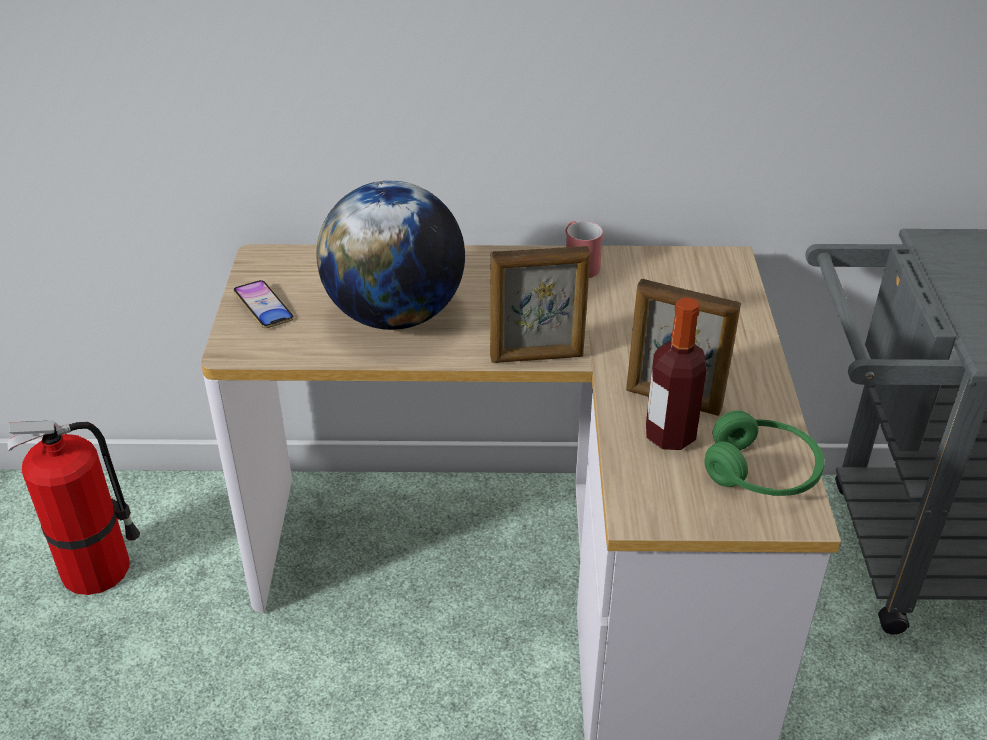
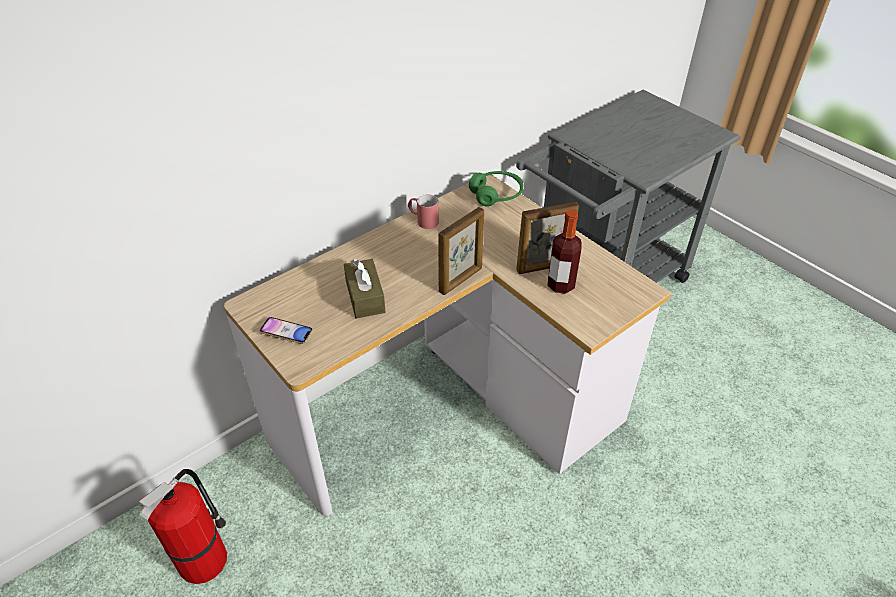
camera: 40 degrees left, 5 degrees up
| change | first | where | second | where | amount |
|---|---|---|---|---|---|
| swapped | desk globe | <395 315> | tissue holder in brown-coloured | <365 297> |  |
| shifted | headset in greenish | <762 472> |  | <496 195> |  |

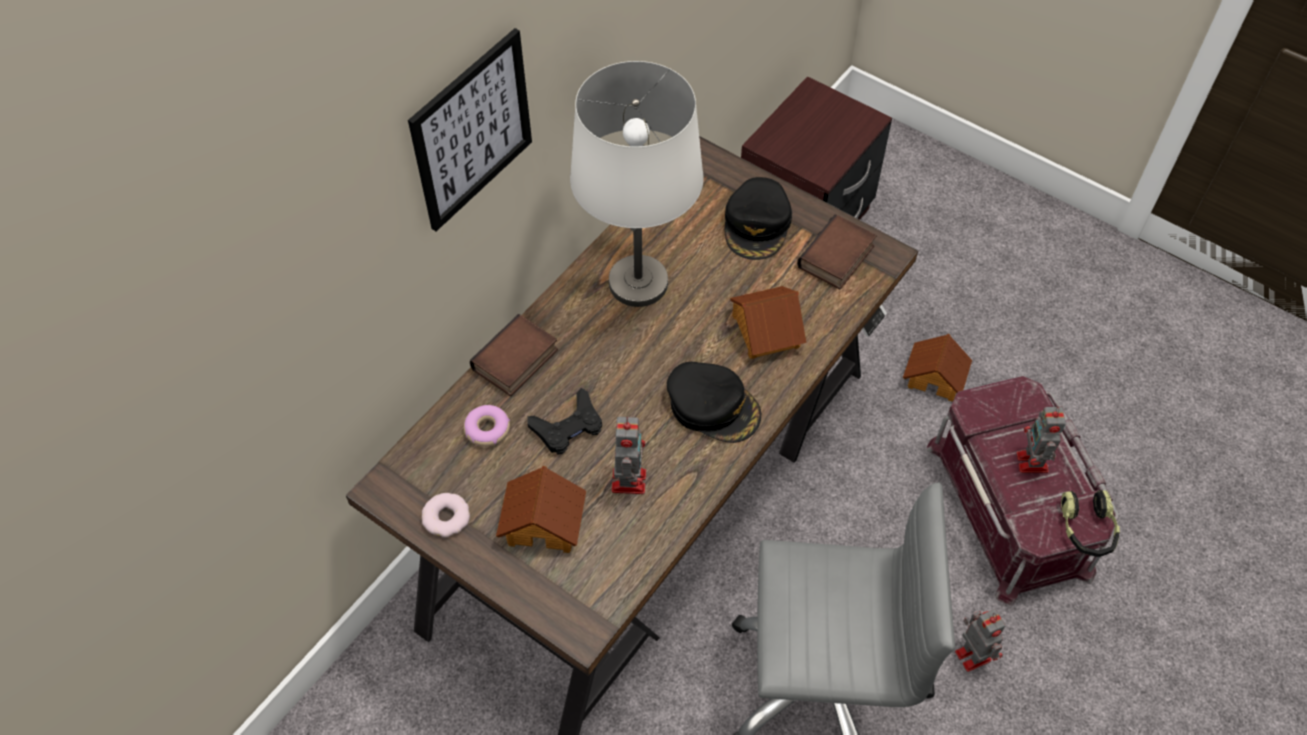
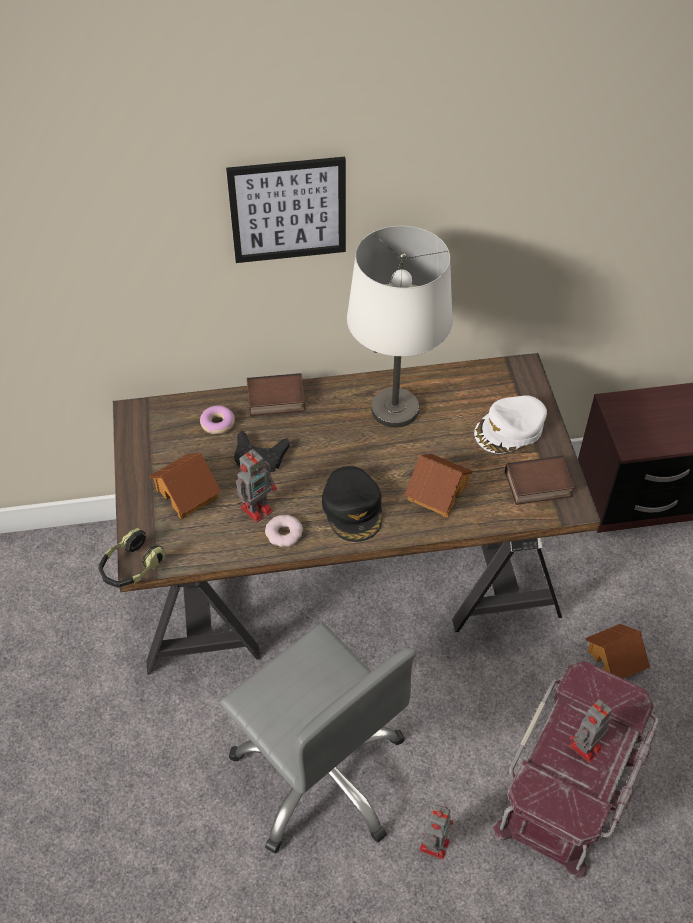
camera: 45 degrees right, 5 degrees down
| change | first | where | second | where | amount |
|---|---|---|---|---|---|
| repainted | peaked cap in blackish | <757 224> | peaked cap in white | <510 429> |  |
| shifted | headset | <1086 529> |  | <131 567> |  |
| shifted | donut | <447 517> |  | <284 533> |  |

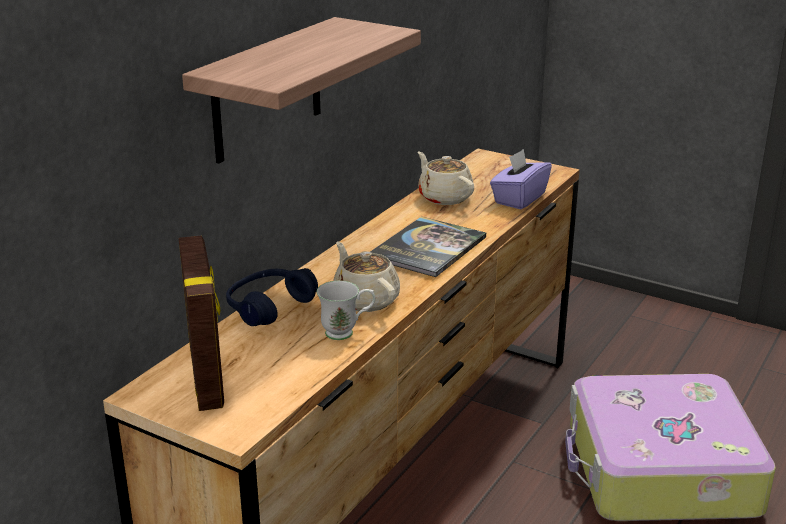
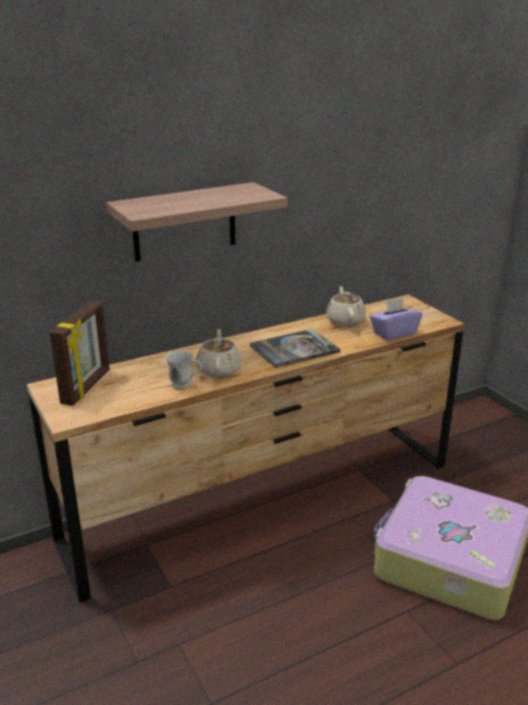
camera: 30 degrees right, 0 degrees up
| change | first | where | second | where | amount |
|---|---|---|---|---|---|
| gone | headset in blue-coloured | <269 307> |  |  |  |

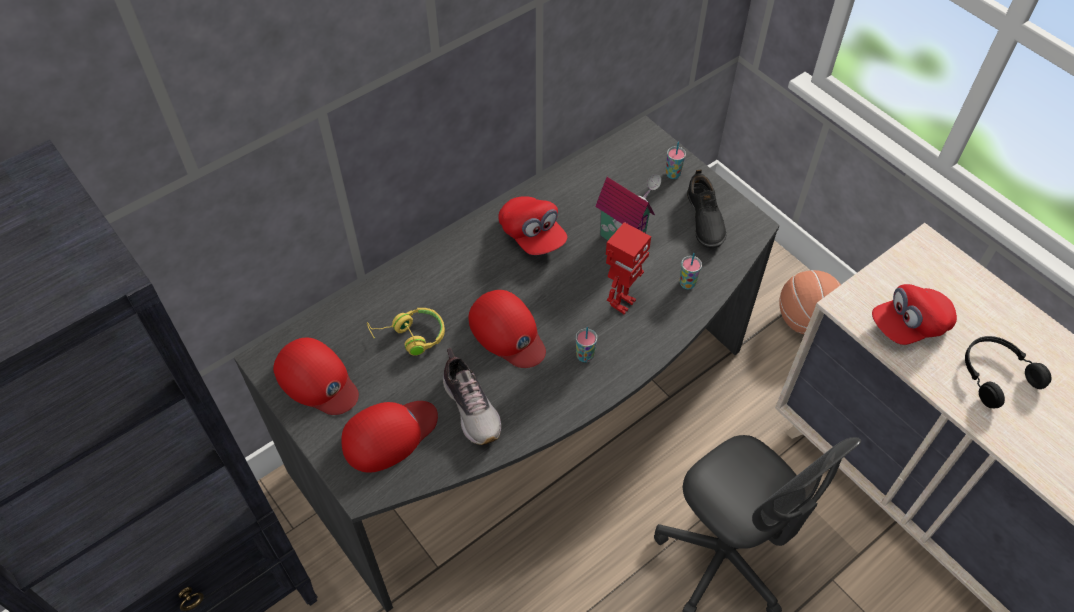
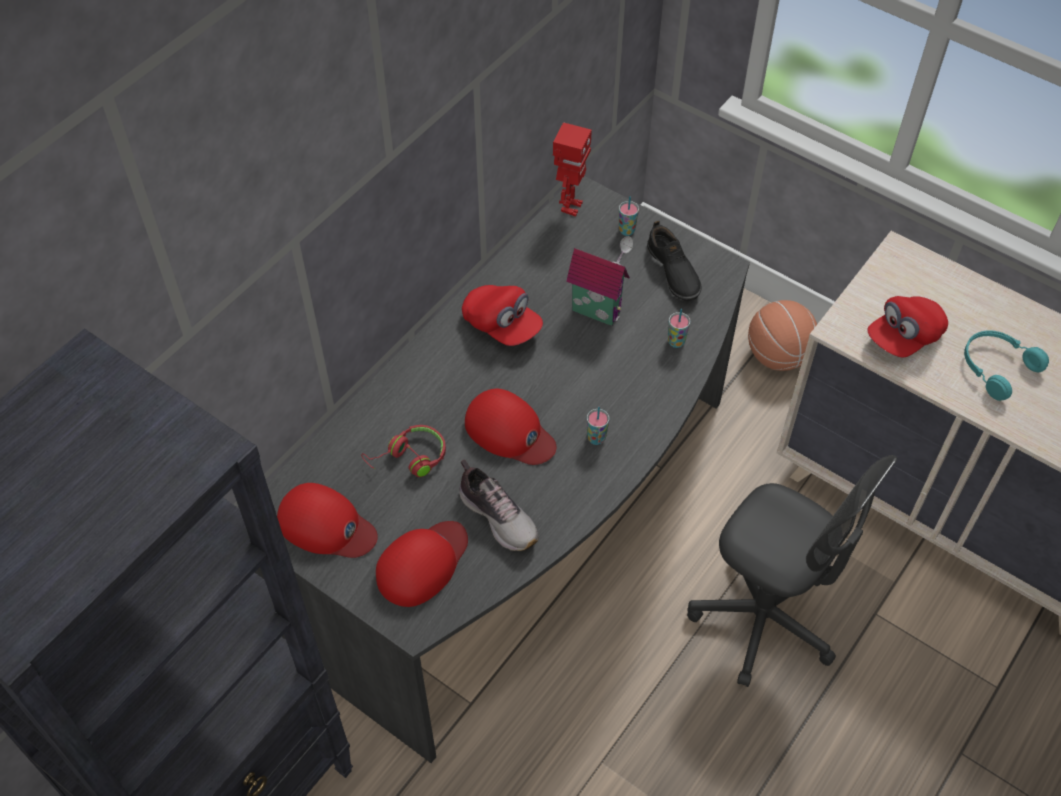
camera: 15 degrees left, 0 degrees up
| change | first | where | second | where | amount |
|---|---|---|---|---|---|
| shifted | model robot | <621 303> |  | <570 207> |  |
| repainted | headset in yellow | <410 336> | headset in reddish | <409 458> |  |
| repainted | headset in blackish | <995 374> | headset in turquoise-coloured | <995 367> |  |

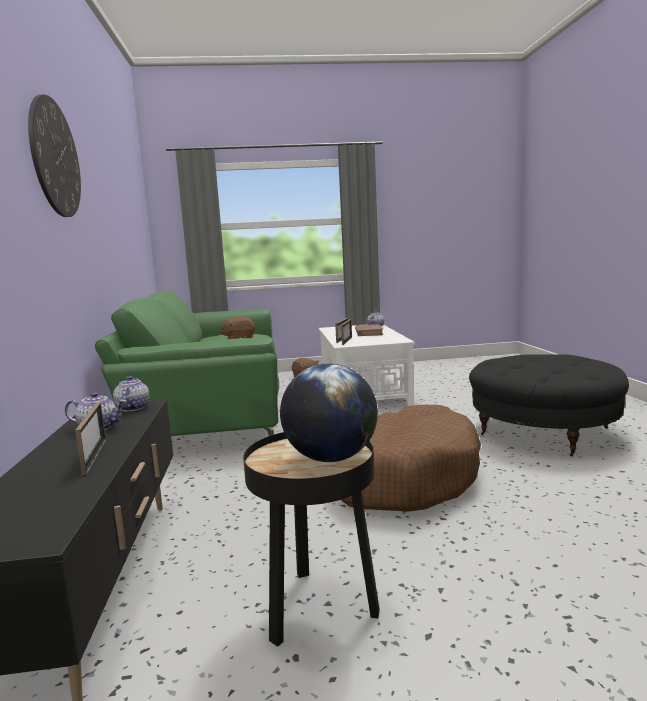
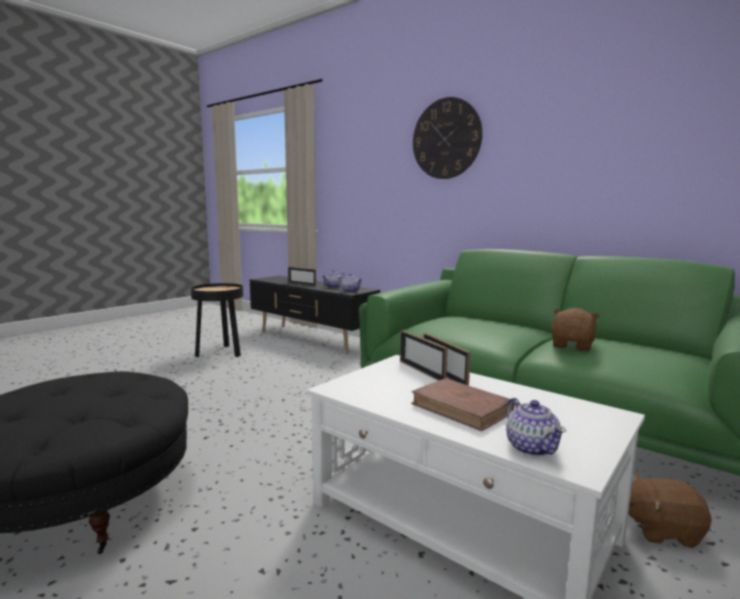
camera: 135 degrees right, 0 degrees up
| change | first | where | second | where | amount |
|---|---|---|---|---|---|
| gone | desk globe | <331 458> |  |  |  |
| gone | pet bed in brown-coloured | <403 476> |  |  |  |

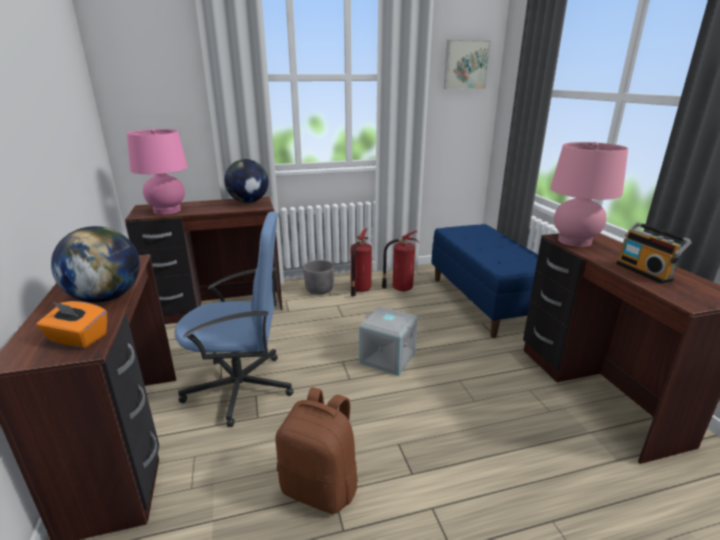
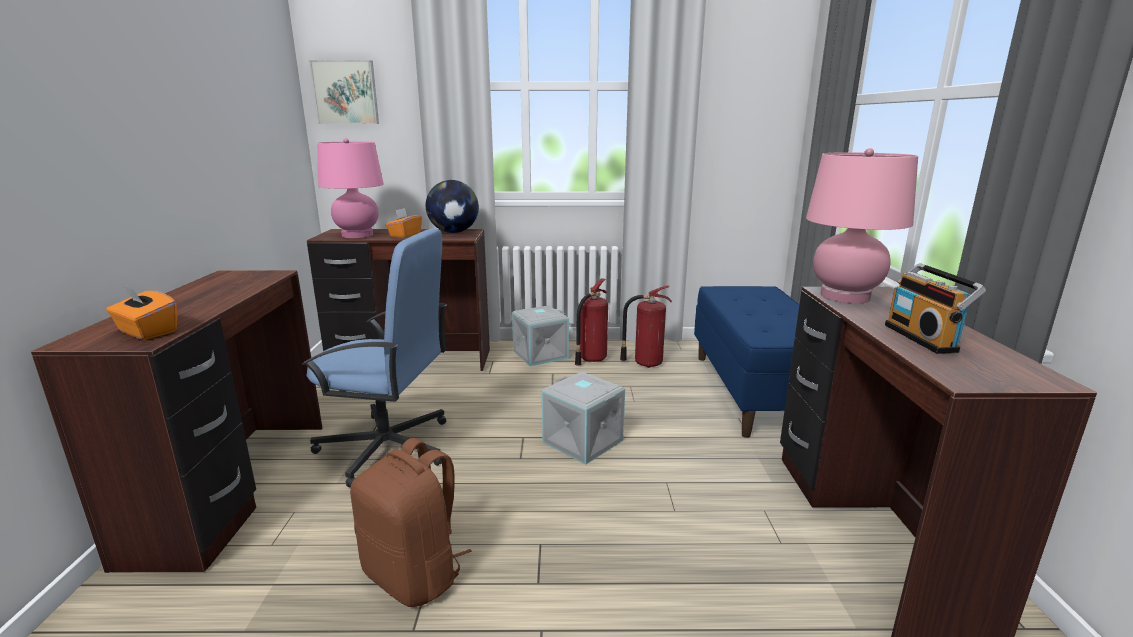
camera: 15 degrees right, 5 degrees down
| change | first | where | second | where | amount |
|---|---|---|---|---|---|
| shifted | wall picture | <465 65> |  | <346 92> |  |
| gone | desk globe | <106 297> |  |  |  |
| swapped | planter in gray | <319 290> | storage container in gray | <540 354> |  |
| new |  |  | tissue holder in orangey | <405 235> |  |

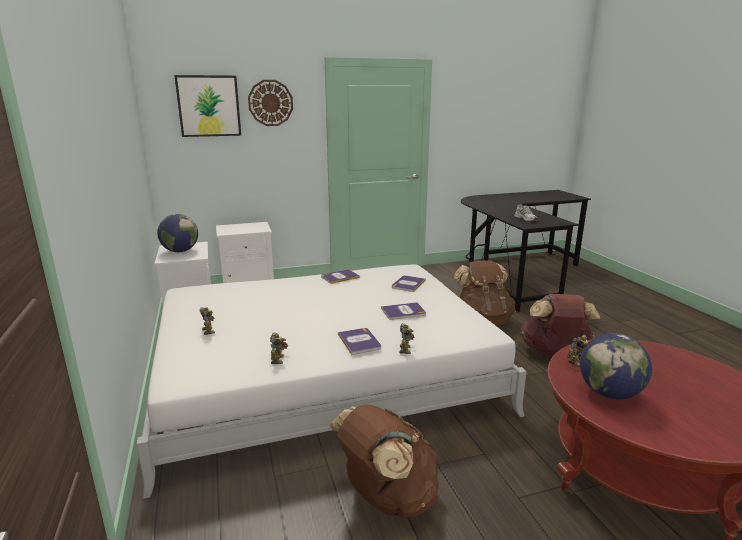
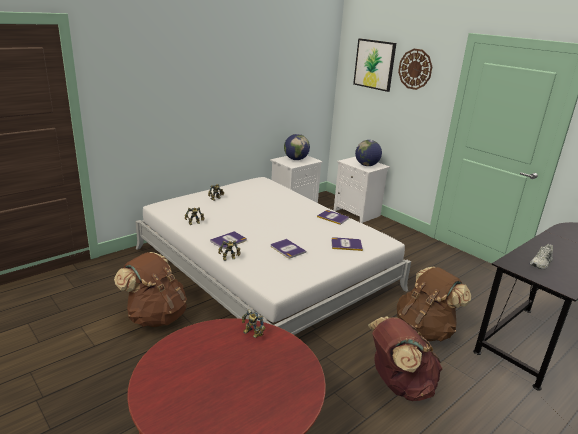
camera: 65 degrees right, 5 degrees up
| change | first | where | second | where | amount |
|---|---|---|---|---|---|
| shifted | desk globe | <609 393> |  | <367 165> |  |

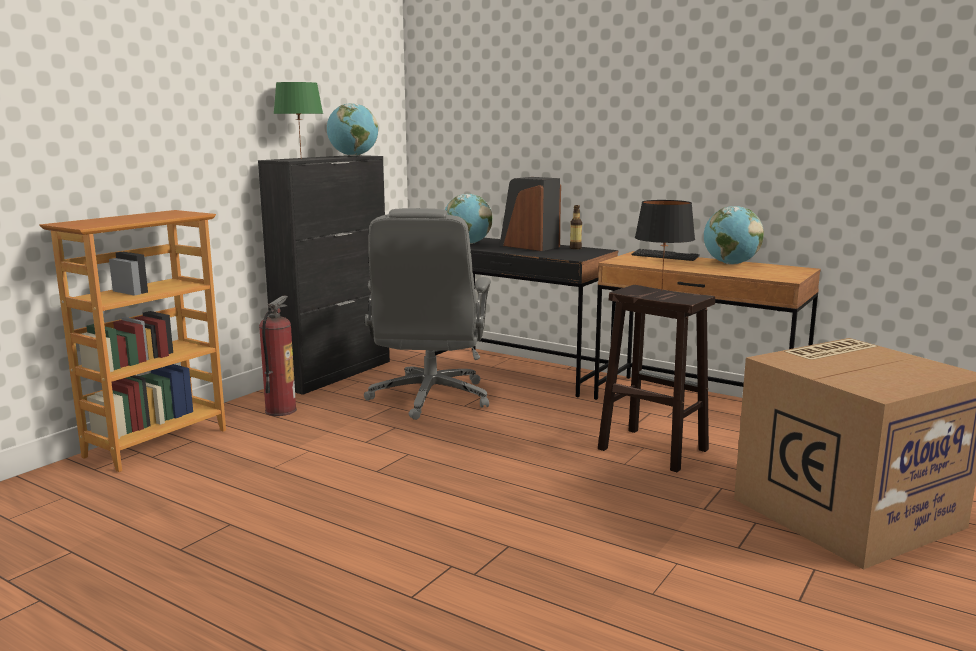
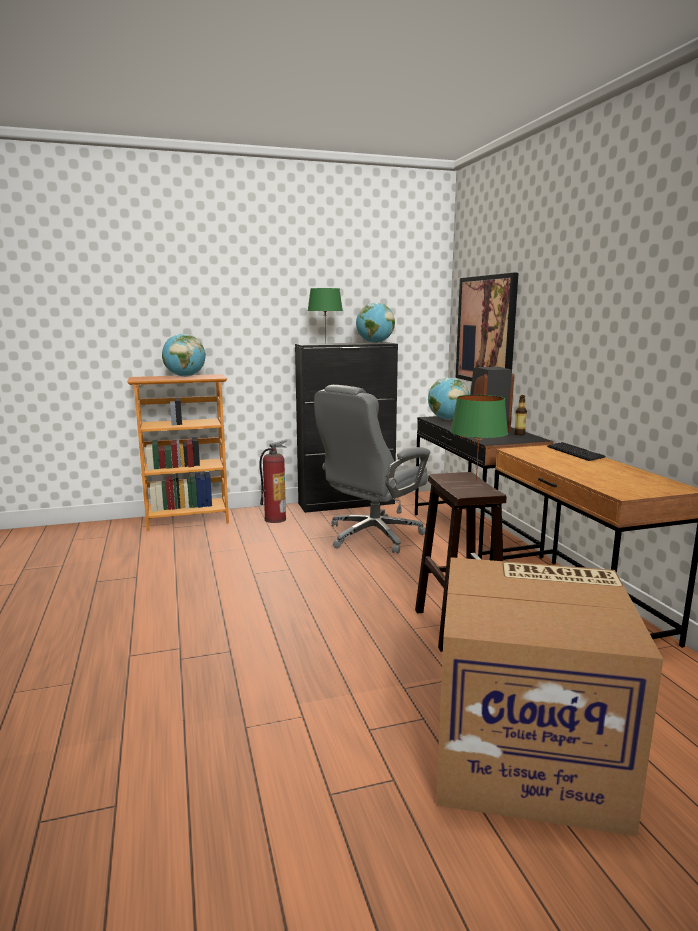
camera: 40 degrees right, 0 degrees up
| change | first | where | second | where | amount |
|---|---|---|---|---|---|
| repainted | table lamp in blackish | <661 291> | table lamp in greenish | <475 481> |  |
| shifted | desk globe | <730 264> |  | <185 376> |  |
| new |  |  | wall picture | <486 330> |  |

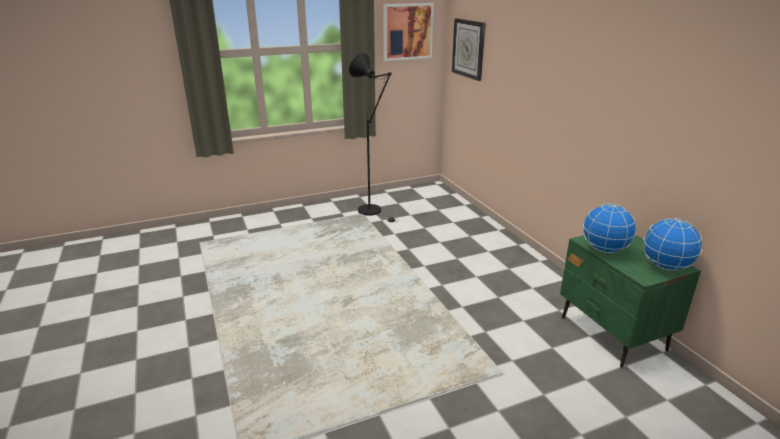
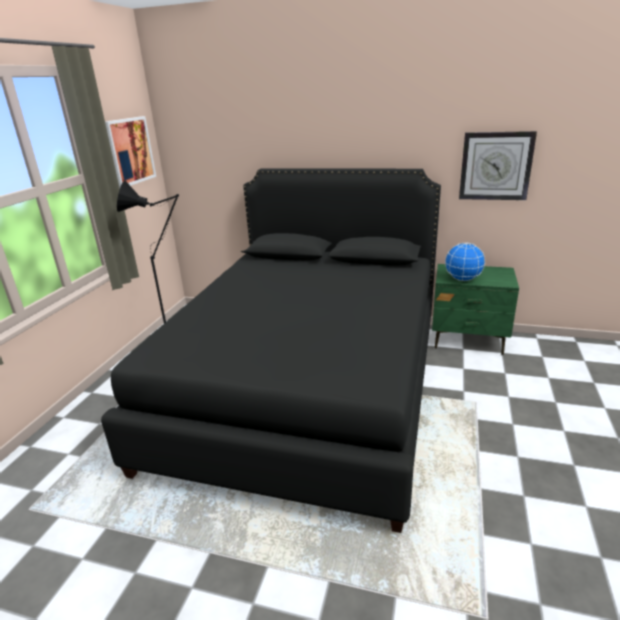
camera: 50 degrees left, 0 degrees up
| change | first | where | second | where | amount |
|---|---|---|---|---|---|
| shifted | hanging clock | <468 48> |  | <495 166> |  |
| gone | desk globe | <665 266> |  |  |  |
| new |  |  | bed in blackish | <308 386> |  |

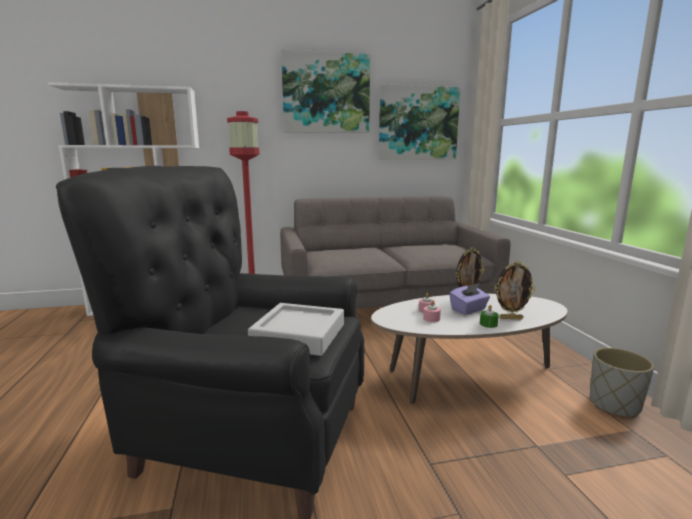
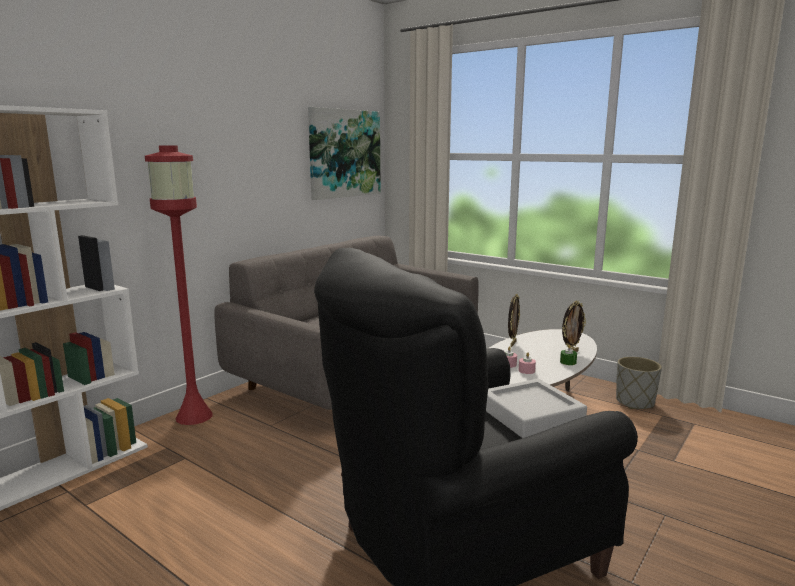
camera: 40 degrees left, 0 degrees up
| change | first | where | second | where | amount |
|---|---|---|---|---|---|
| gone | wall picture | <326 93> |  |  |  |
| gone | tissue holder in purplish | <468 310> |  |  |  |

